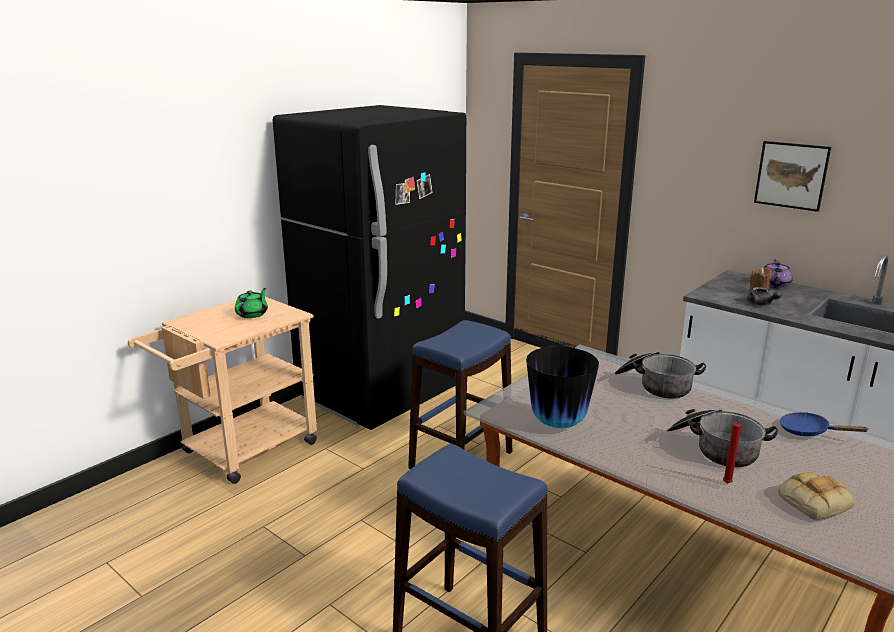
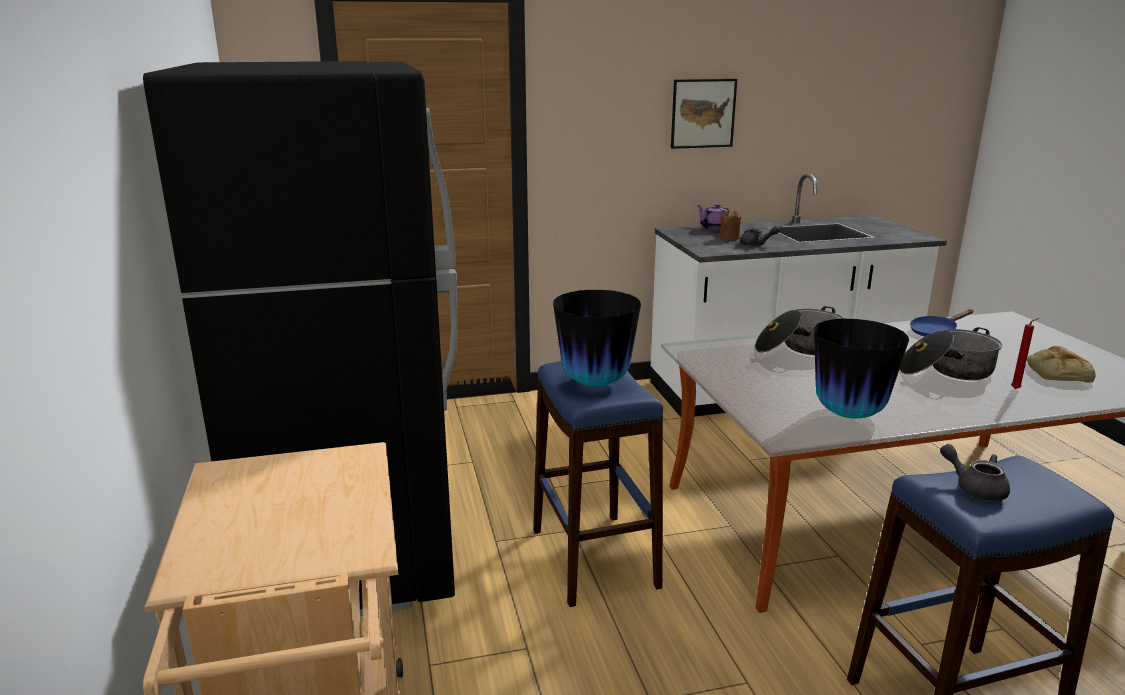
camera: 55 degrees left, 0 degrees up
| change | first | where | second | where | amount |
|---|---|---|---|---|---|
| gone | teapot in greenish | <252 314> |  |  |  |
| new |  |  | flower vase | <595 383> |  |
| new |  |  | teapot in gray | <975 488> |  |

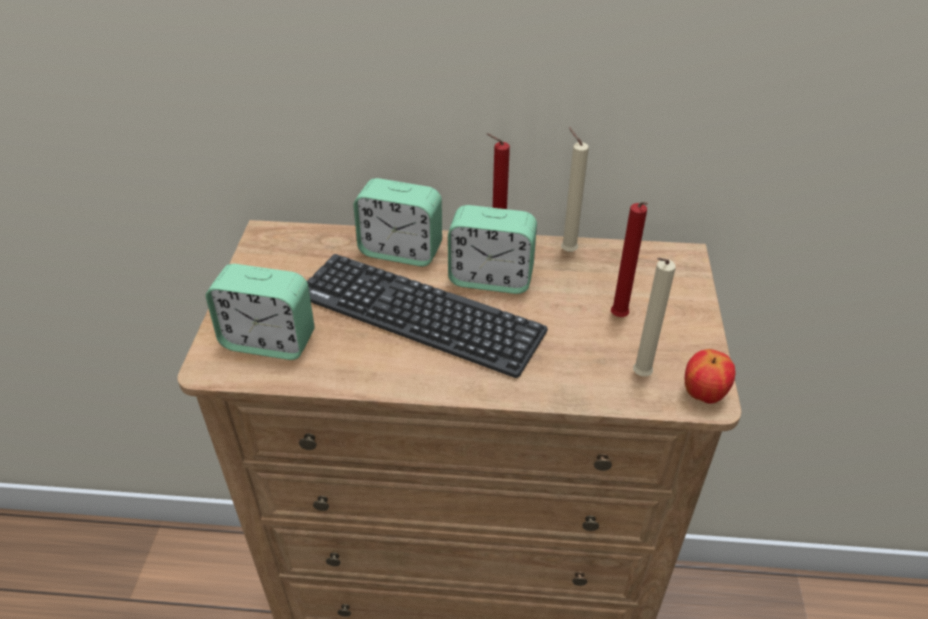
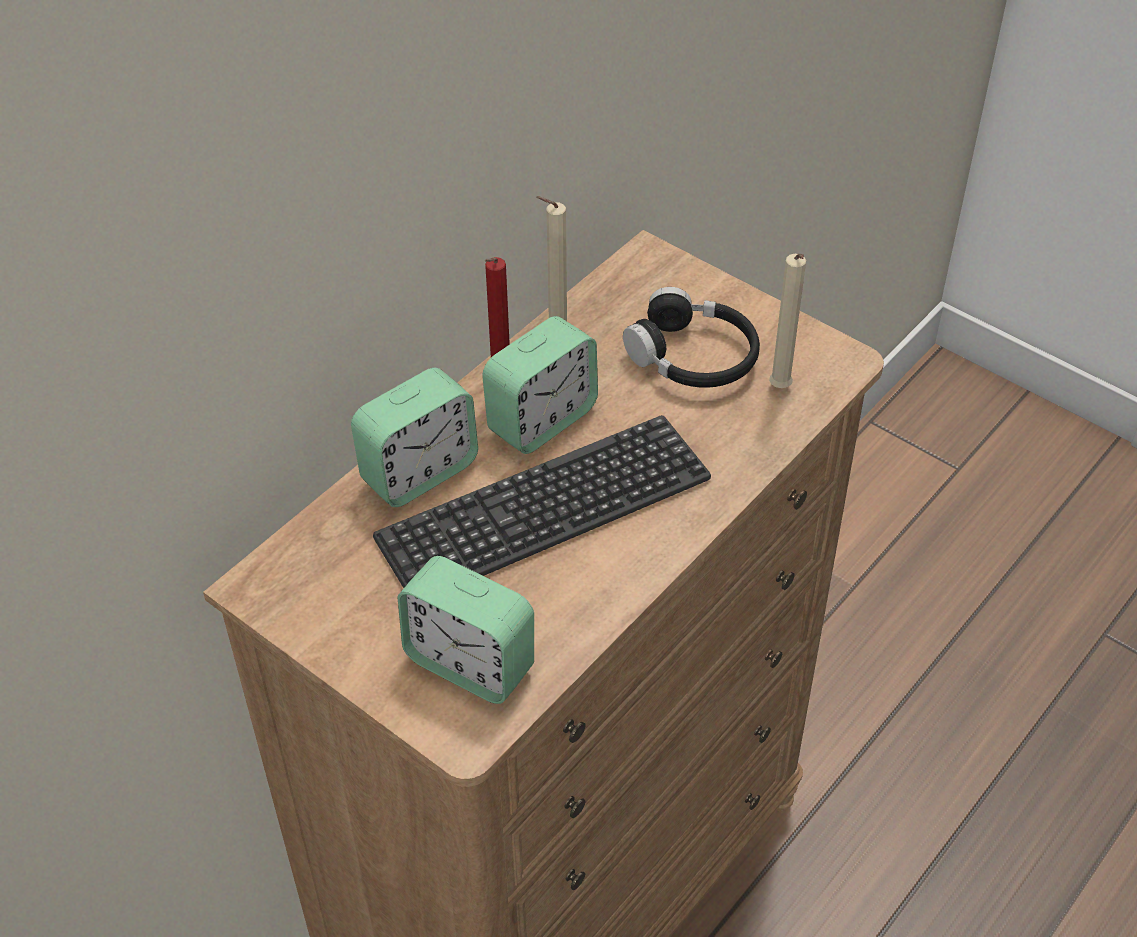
camera: 55 degrees left, 5 degrees up
| change | first | where | second | where | amount |
|---|---|---|---|---|---|
| swapped | wax light in reddish | <619 318> | headset in blackish | <693 357> |  |
| rotated | alarm clock | <269 341> |  | <470 663> | 75 degrees clockwise |
| gone | whole apple | <703 394> |  |  |  |

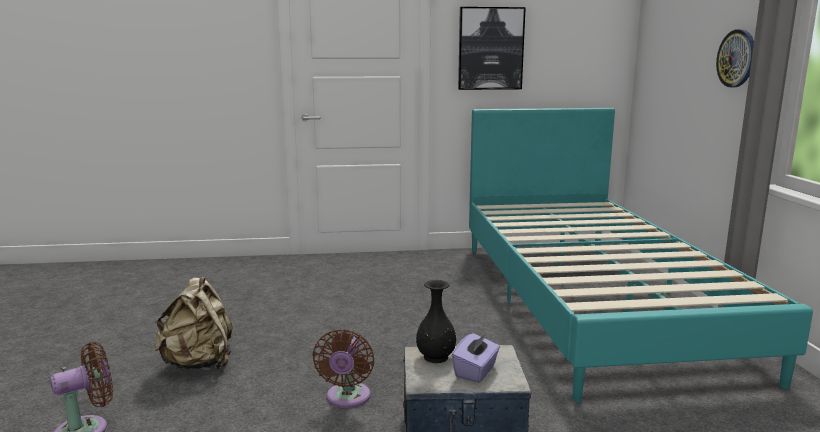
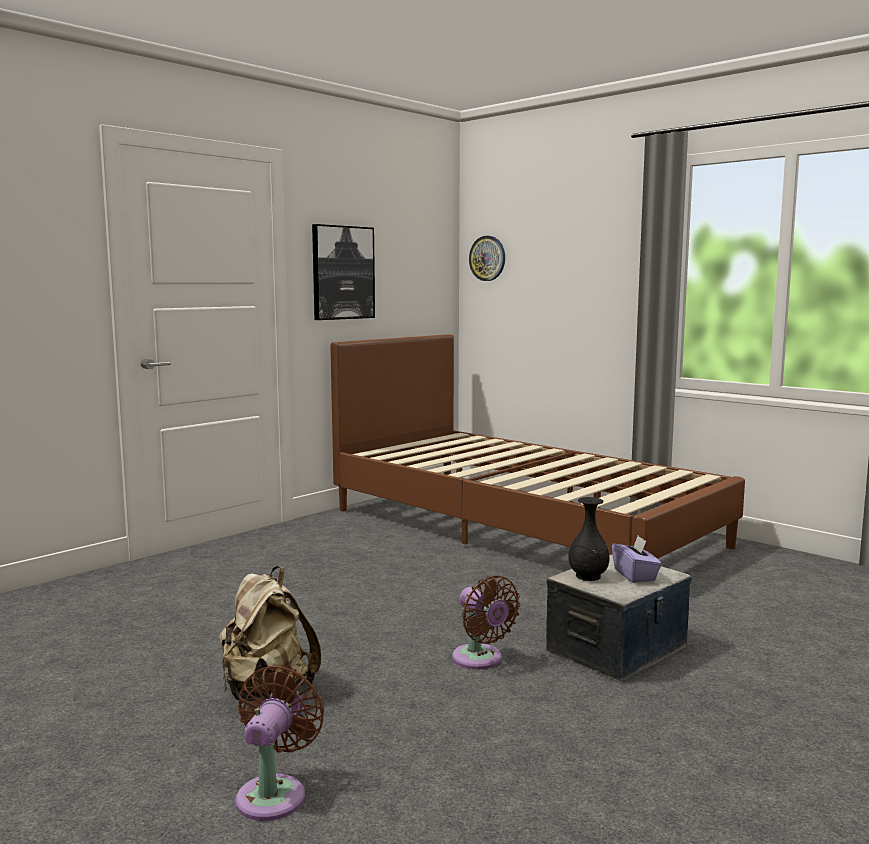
camera: 40 degrees left, 5 degrees down
| change | first | where | second | where | amount |
|---|---|---|---|---|---|
| shifted | hanging clock | <737 58> |  | <487 258> |  |
| repainted | bed in turquoise-coloured | <589 300> | bed in brown-coloured | <521 527> |  |

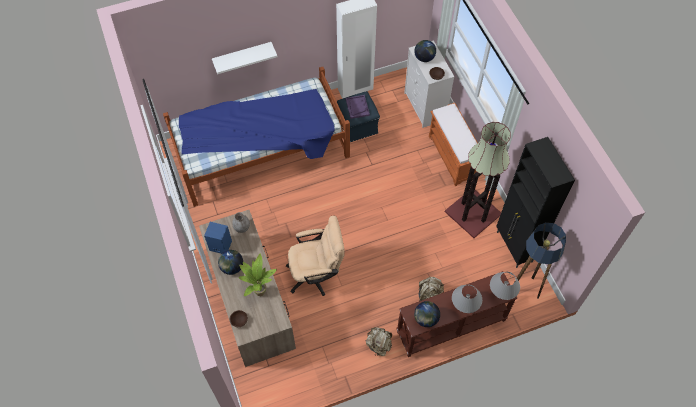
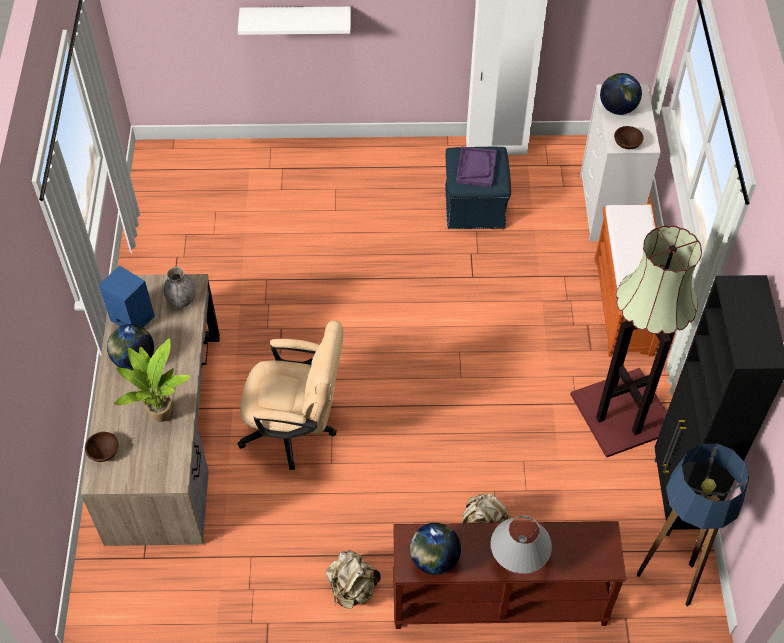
camera: 20 degrees right, 5 degrees down
| change | first | where | second | where | amount |
|---|---|---|---|---|---|
| gone | bed | <262 153> |  |  |  |
| gone | table lamp in gray | <502 292> |  |  |  |

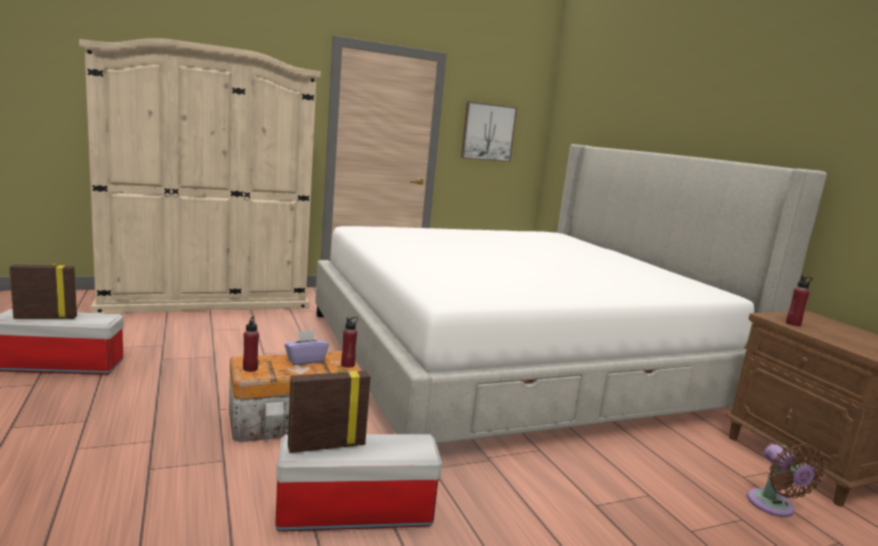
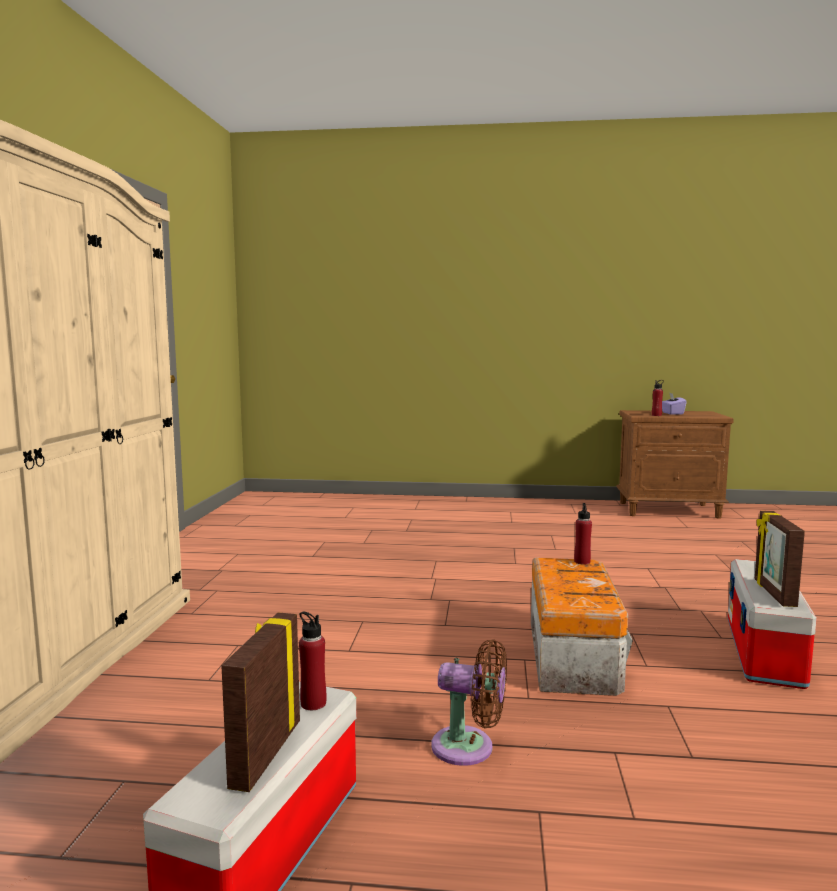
camera: 60 degrees left, 5 degrees down
| change | first | where | second | where | amount |
|---|---|---|---|---|---|
| gone | wall picture | <488 132> |  |  |  |
| gone | bed | <511 360> |  |  |  |
| shifted | drink bottle in reddish | <250 368> |  | <313 703> |  |
| shifted | tissue holder in purplish | <305 360> |  | <672 413> |  |
| shifted | fan in brown-coloured | <774 507> |  | <469 748> |  |

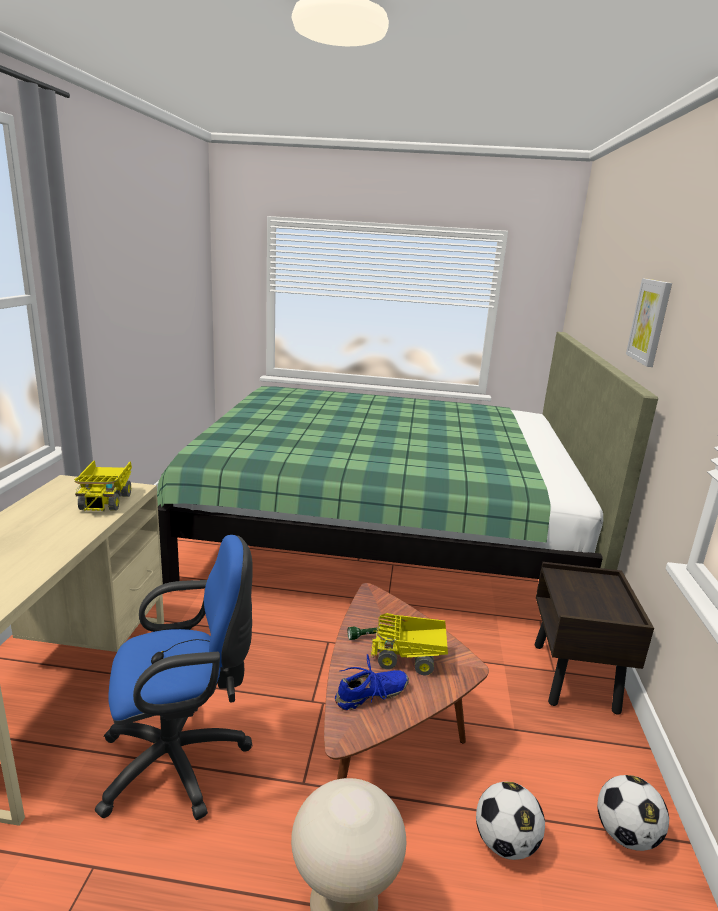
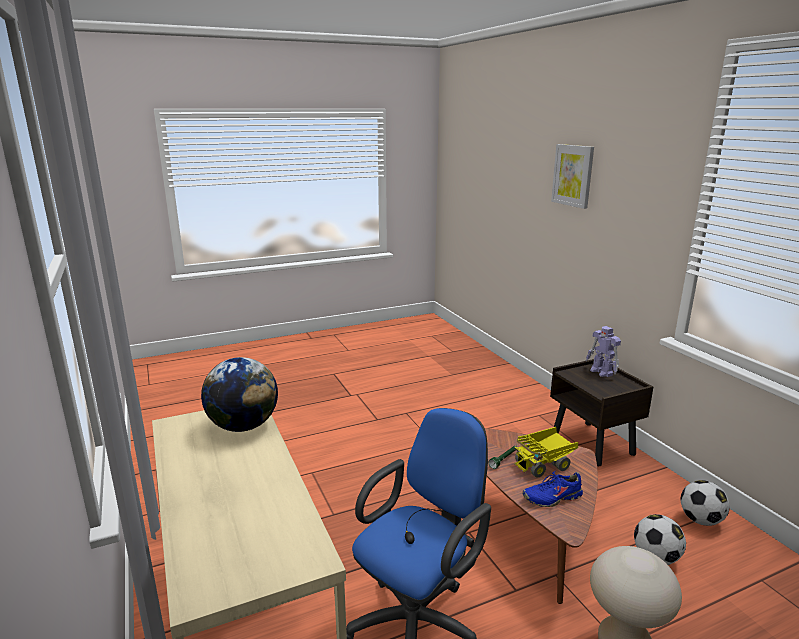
camera: 30 degrees left, 0 degrees up
| change | first | where | second | where | amount |
|---|---|---|---|---|---|
| gone | bed in greenish | <384 530> |  |  |  |
| swapped | toy lorry | <106 500> | desk globe | <243 426> |  |
| rotated | shoe in blue-coloured | <371 695> |  | <552 497> | 135 degrees counterclockwise |
| new |  |  | model robot | <601 372> |  |

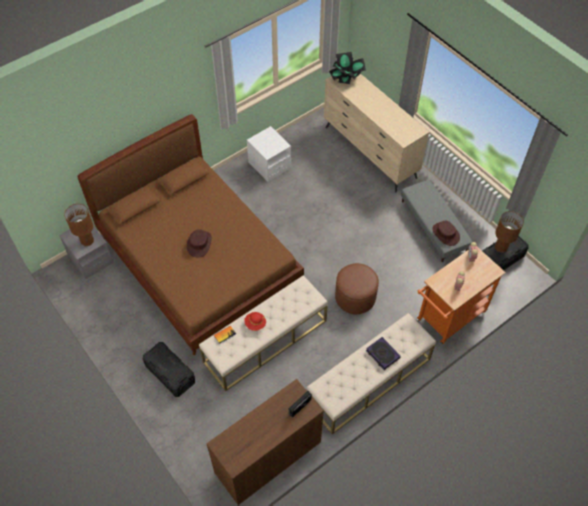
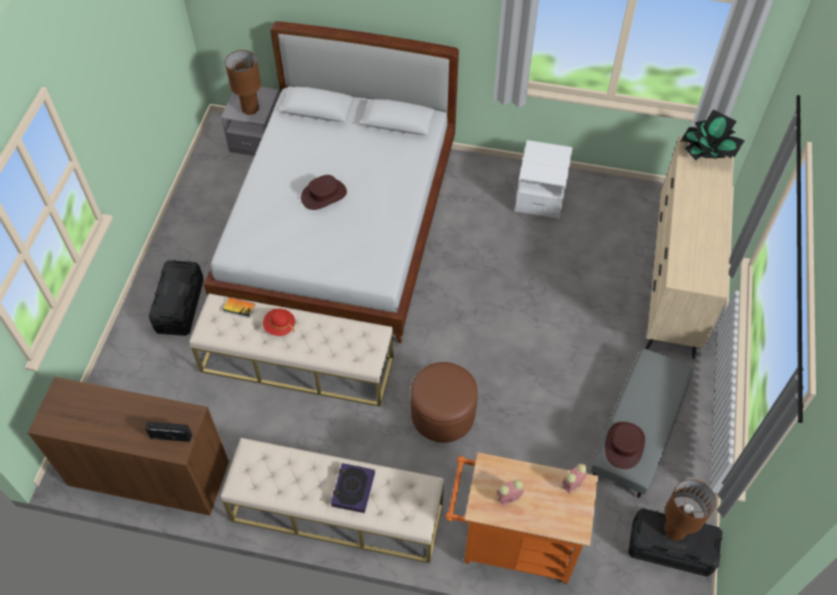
camera: 50 degrees right, 0 degrees up
| change | first | where | second | where | amount |
|---|---|---|---|---|---|
| repainted | bed in brown-coloured | <199 262> | bed in white | <342 229> |  |

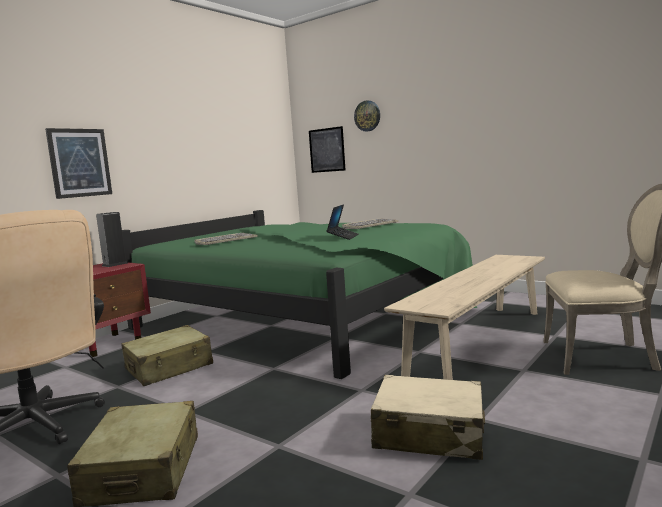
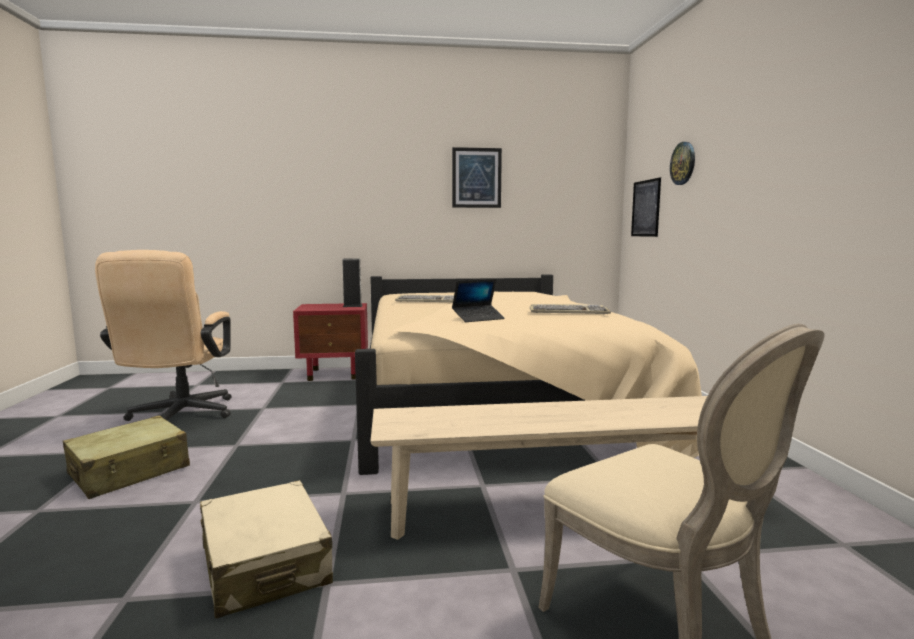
camera: 45 degrees right, 0 degrees up
| change | first | where | second | where | amount |
|---|---|---|---|---|---|
| shifted | wall picture | <79 163> |  | <476 178> |  |
| repainted | bed in greenish | <304 317> | bed in sand-coloured | <495 403> |  |
| gone | travel case in sand-coloured | <169 367> |  |  |  |

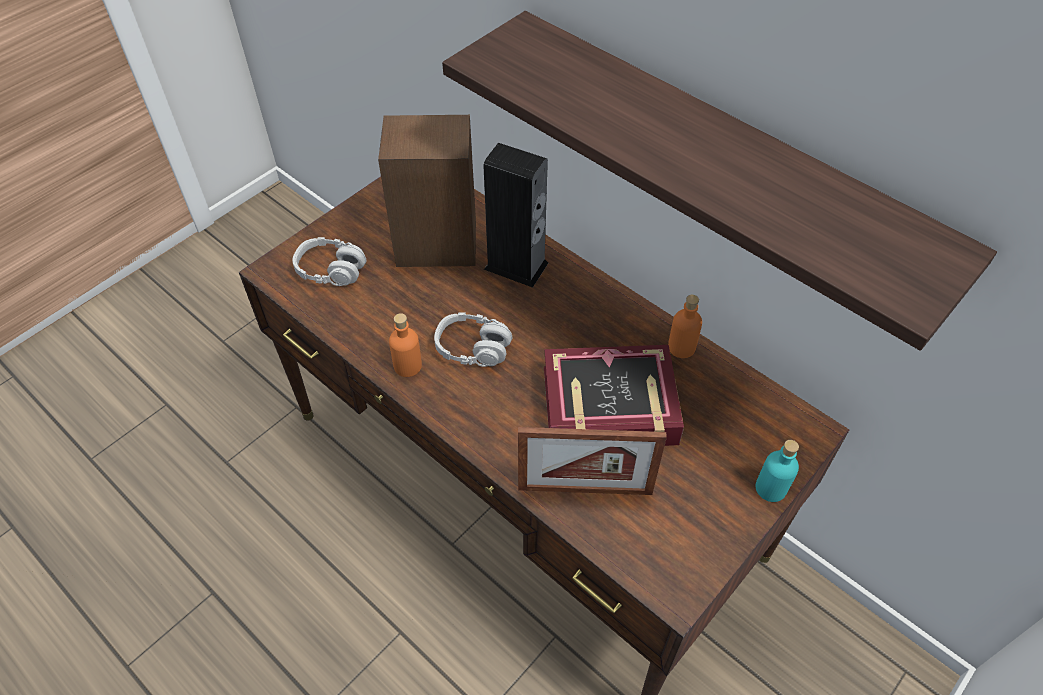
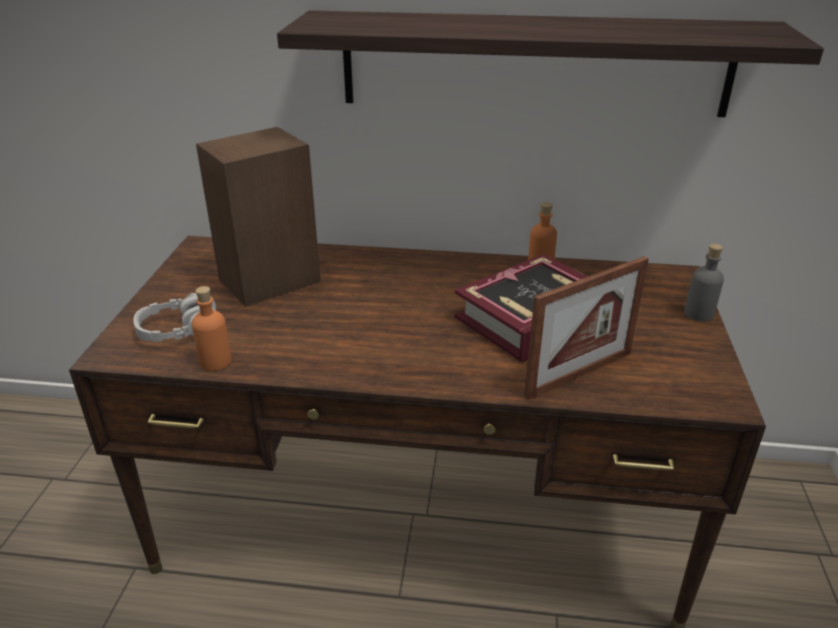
camera: 35 degrees left, 20 degrees down
| change | first | where | second | where | amount |
|---|---|---|---|---|---|
| gone | loudspeaker | <516 266> |  |  |  |
| gone | headset in gray | <473 348> |  |  |  |
| shifted | drink bottle in orangey | <408 366> |  | <215 361> |  |
| repainted | drink bottle in turquoise-coloured | <771 488> | drink bottle in gray | <698 314> |  |

